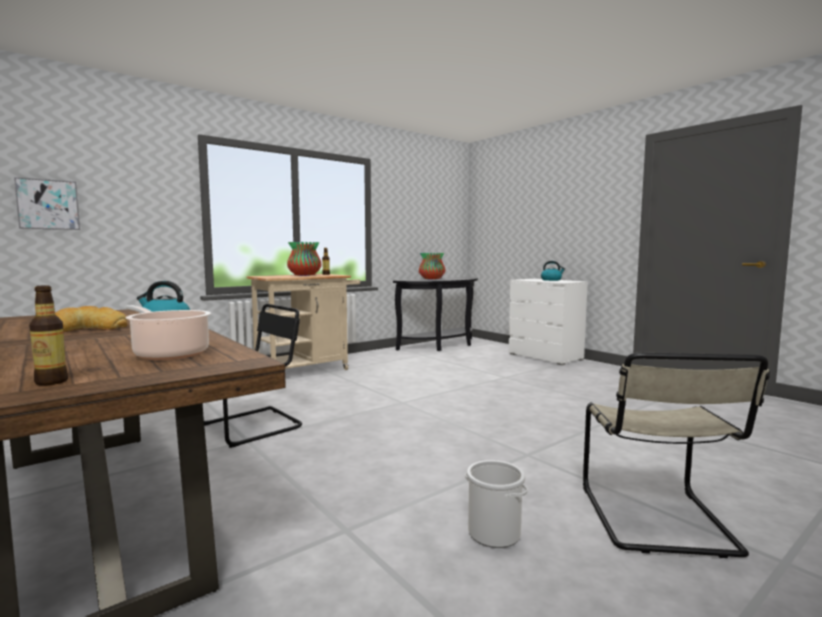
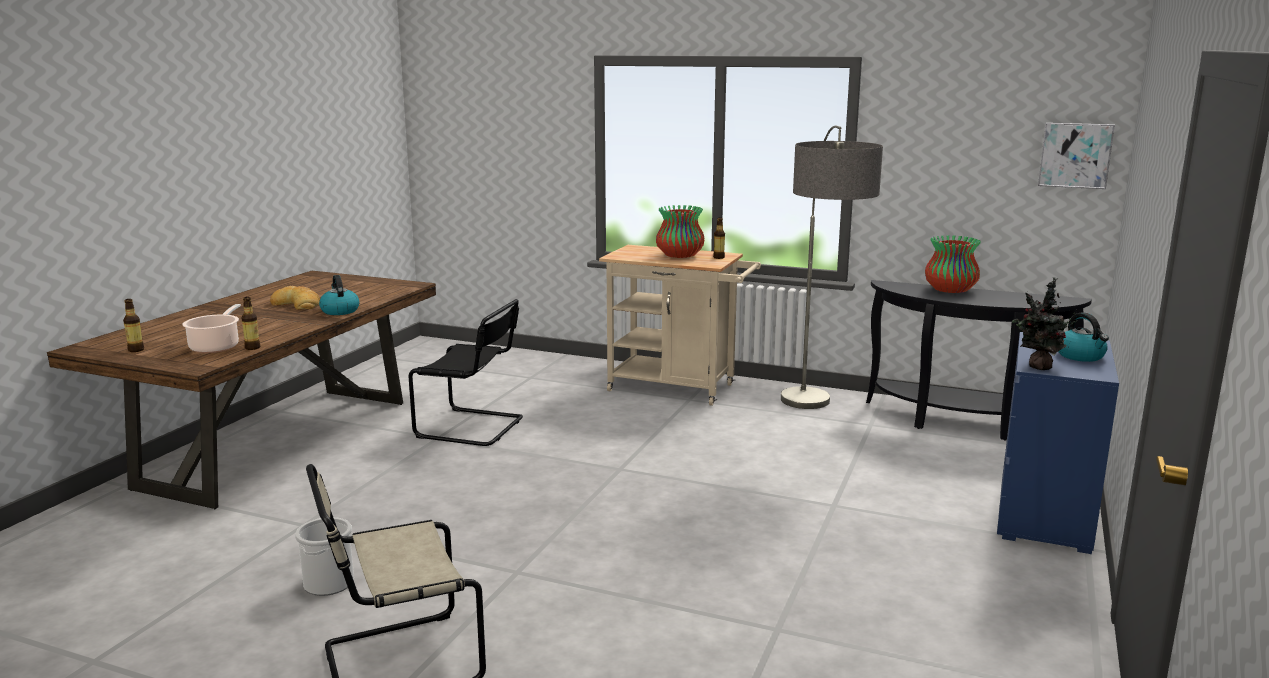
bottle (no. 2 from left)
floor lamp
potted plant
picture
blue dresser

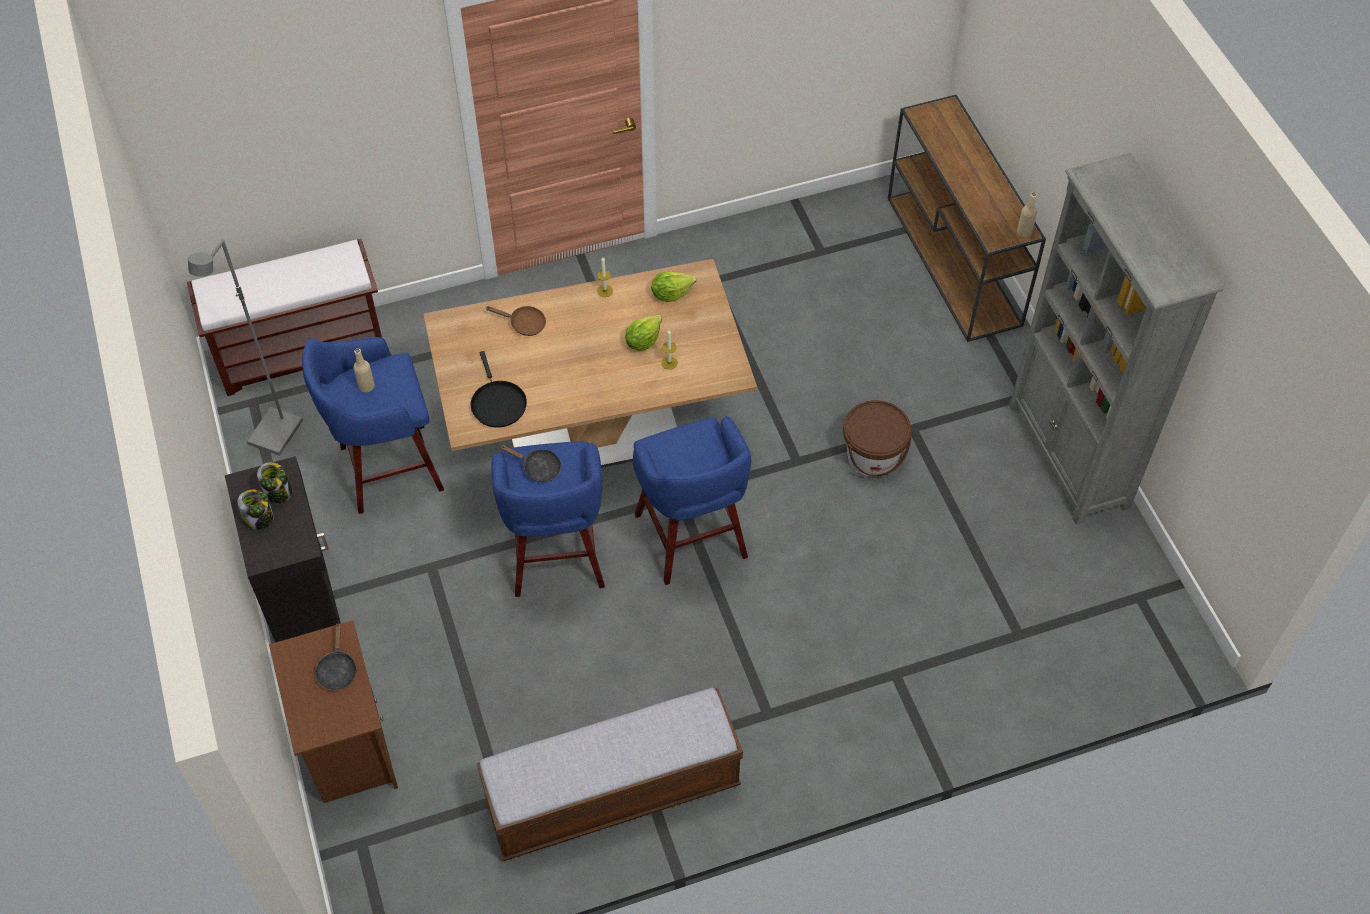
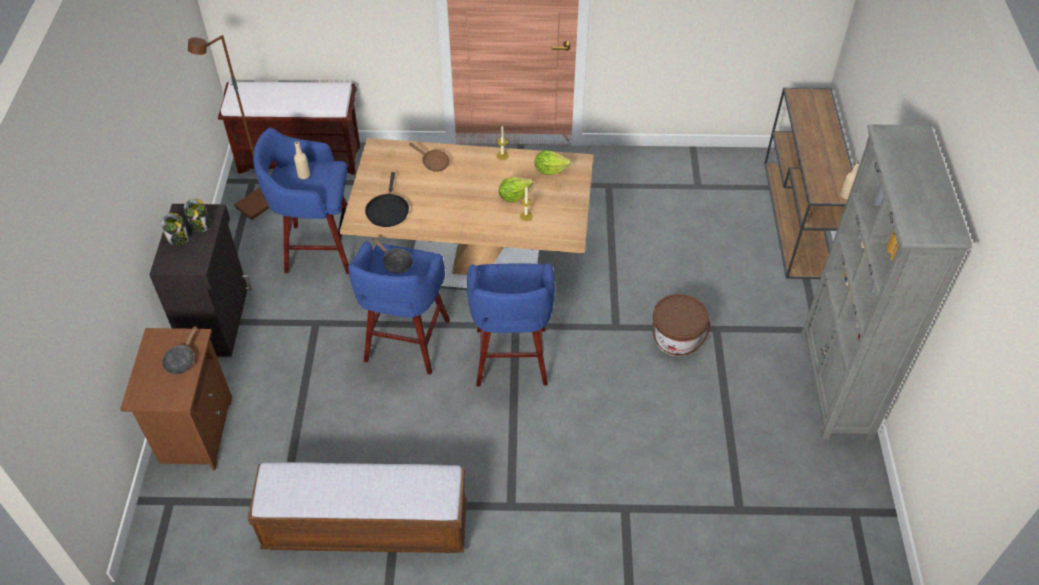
brown floor lamp

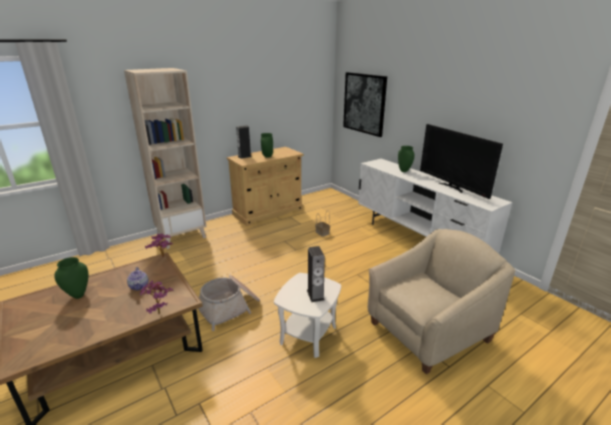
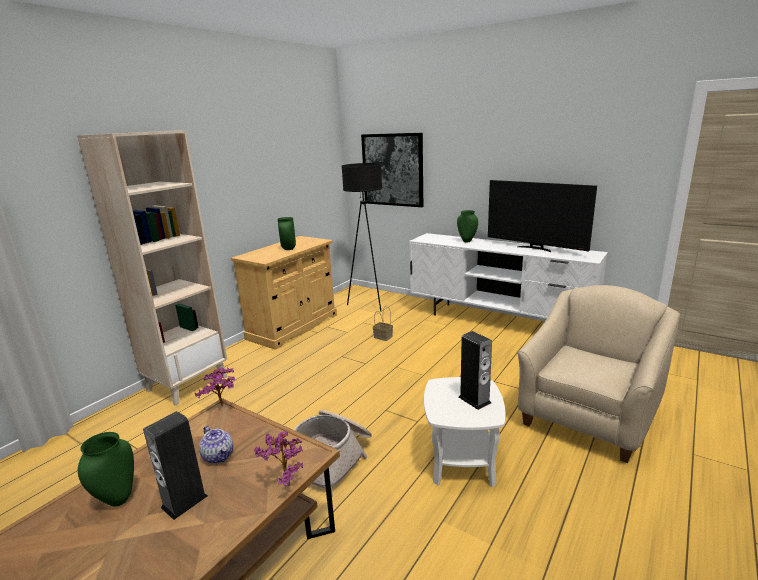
black floor lamp
speaker (no. 1 from left)

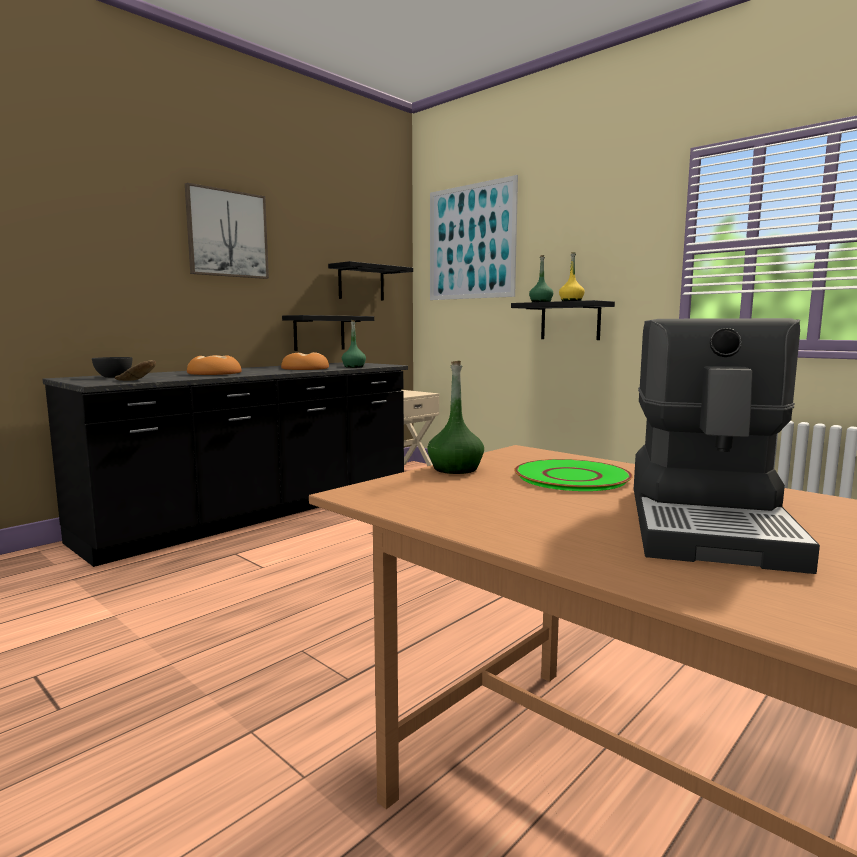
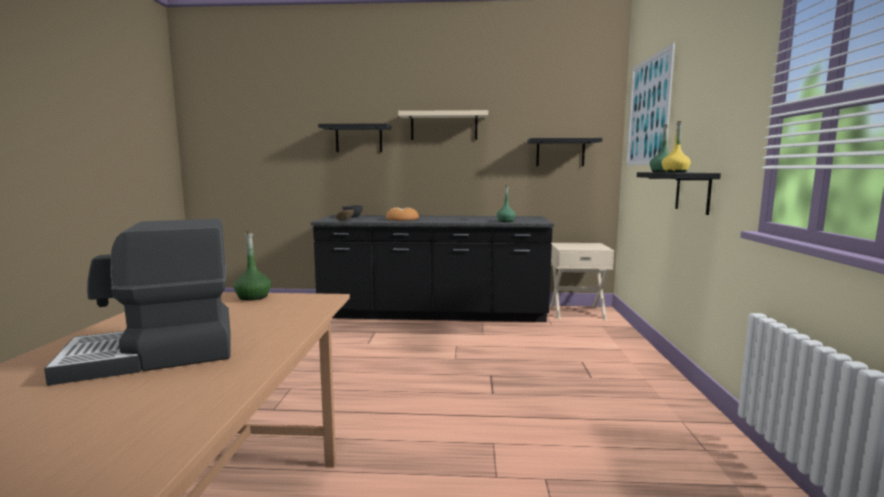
bread (no. 2 from left in the first image)
green plate
black shelf (no. 1 from left)
beige shelf

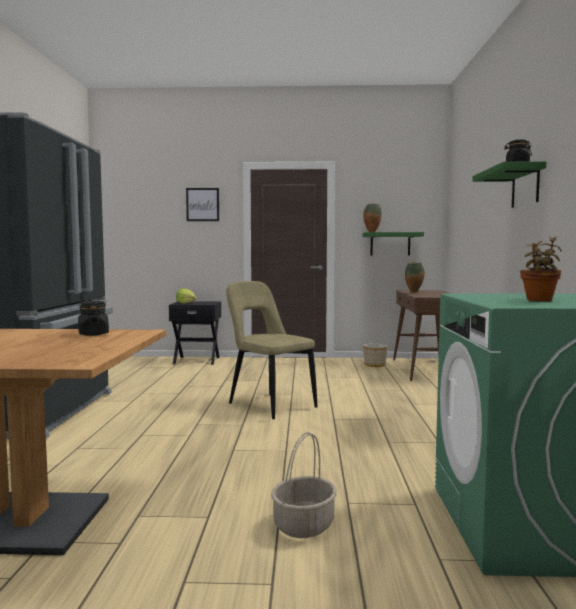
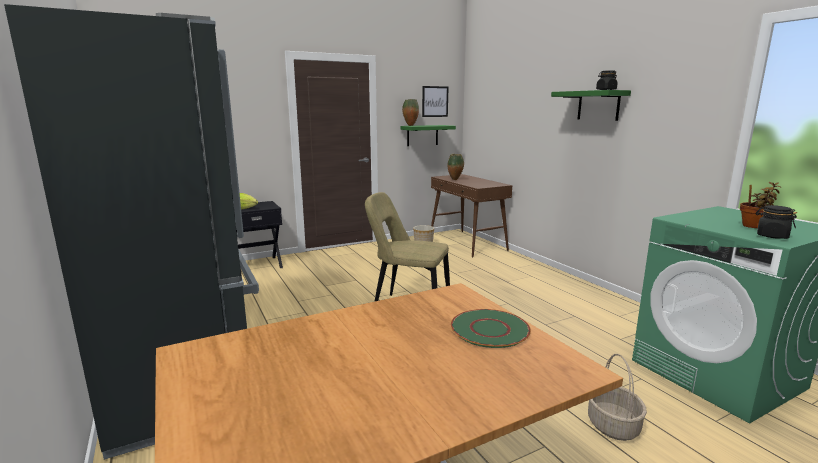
green plate
black jar (no. 2 from left)
picture

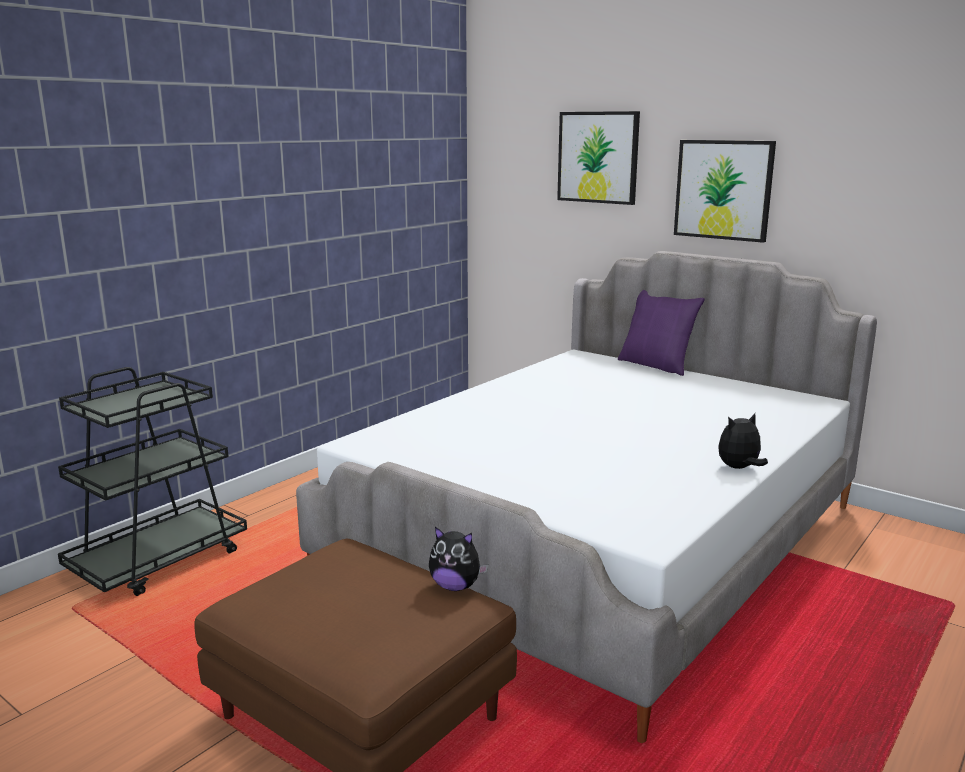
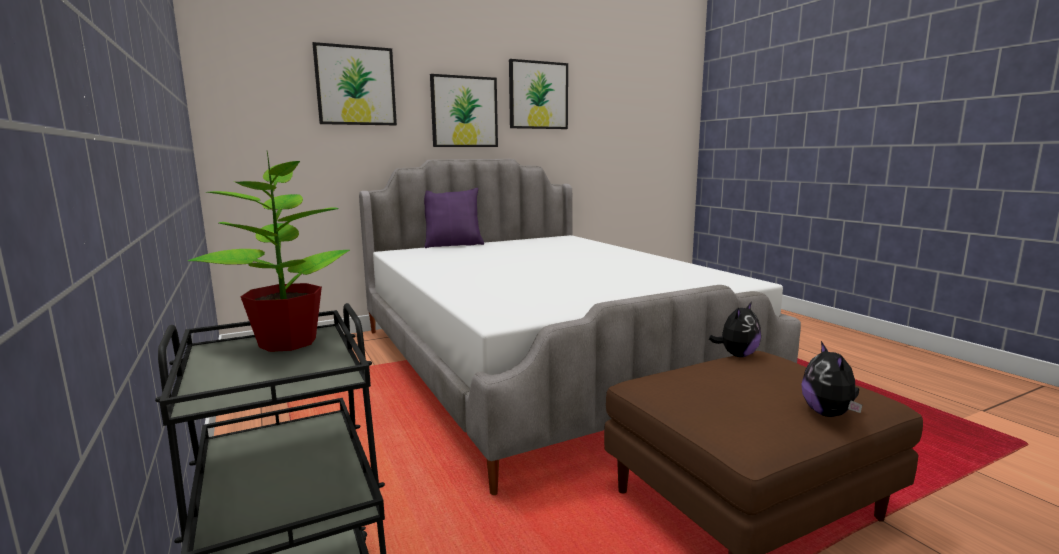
potted plant
picture (no. 3 from left)
plush toy (no. 2 from left)

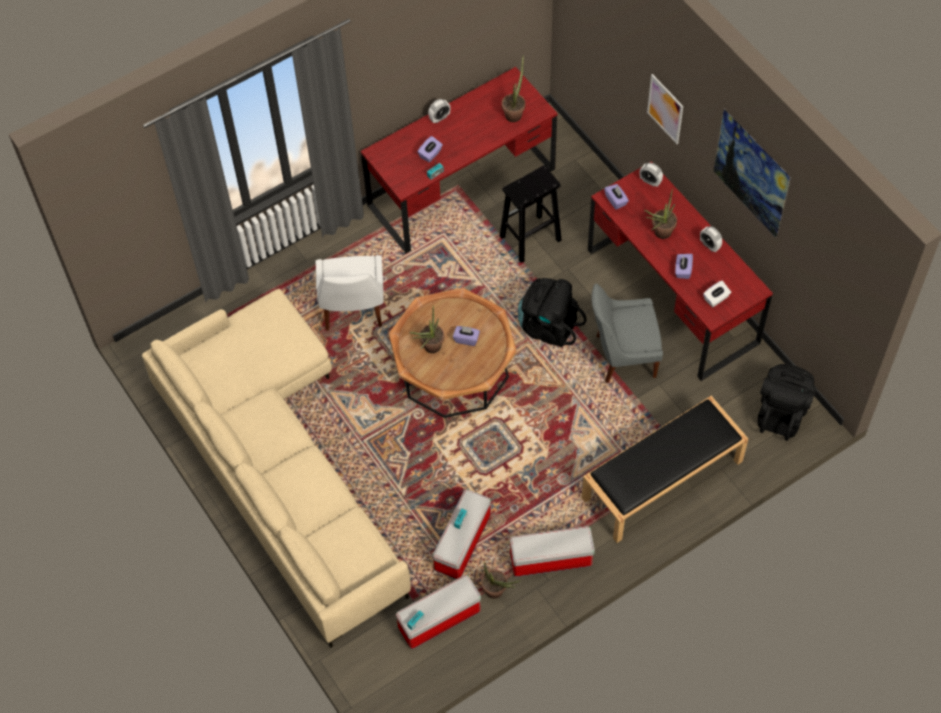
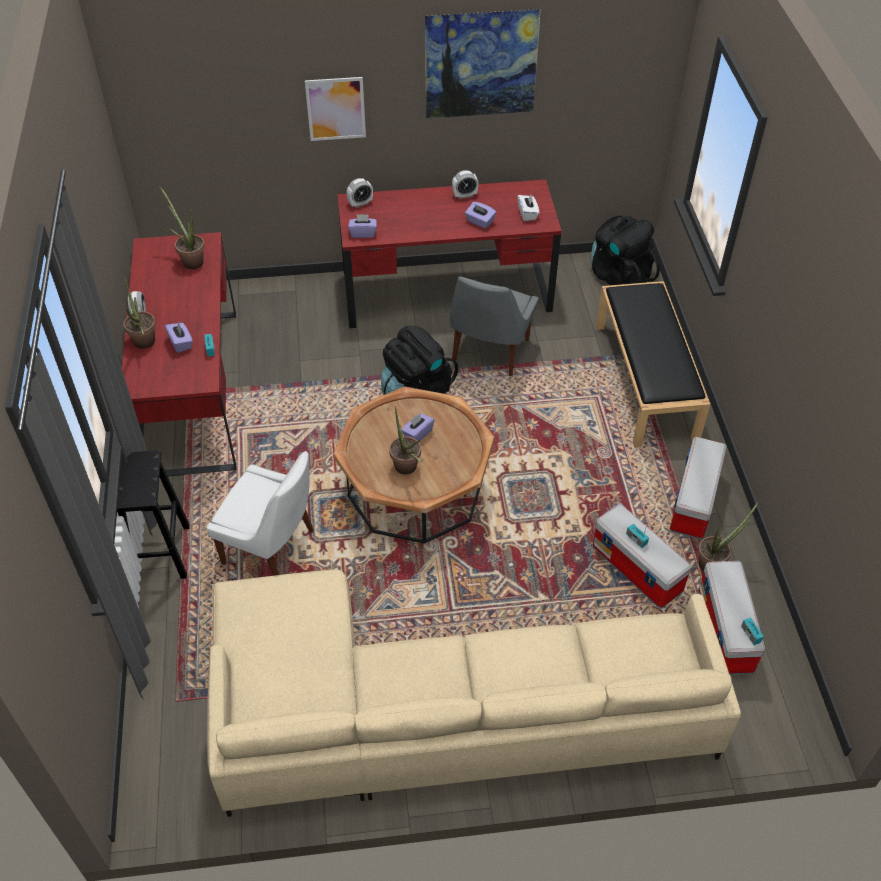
black stool
potted plant (no. 1 from left)

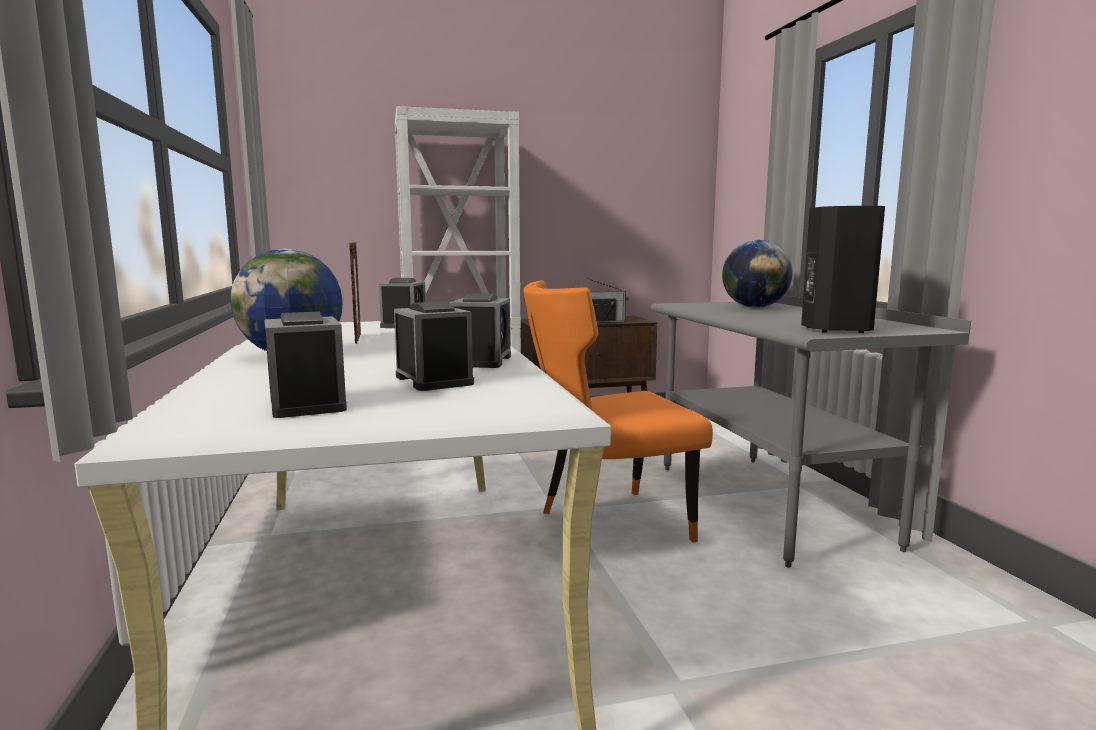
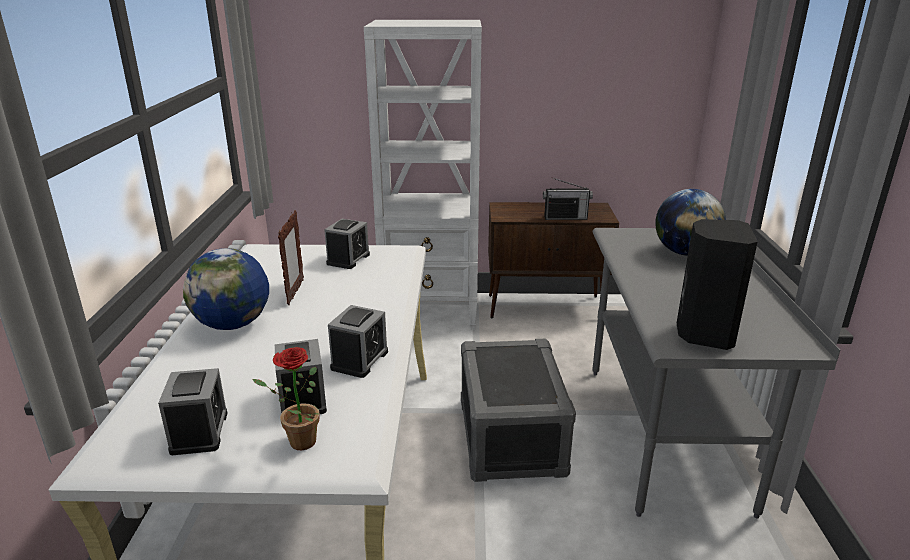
potted plant
grey storage box

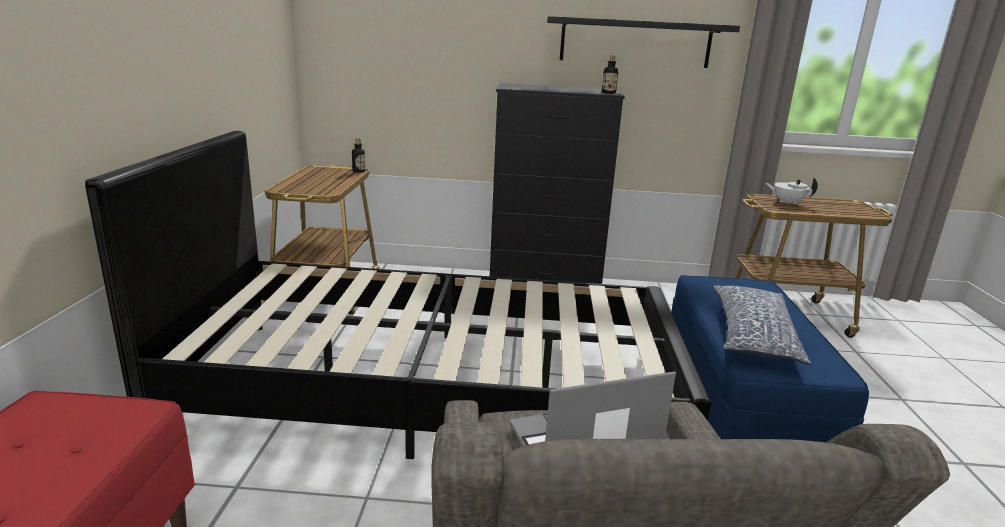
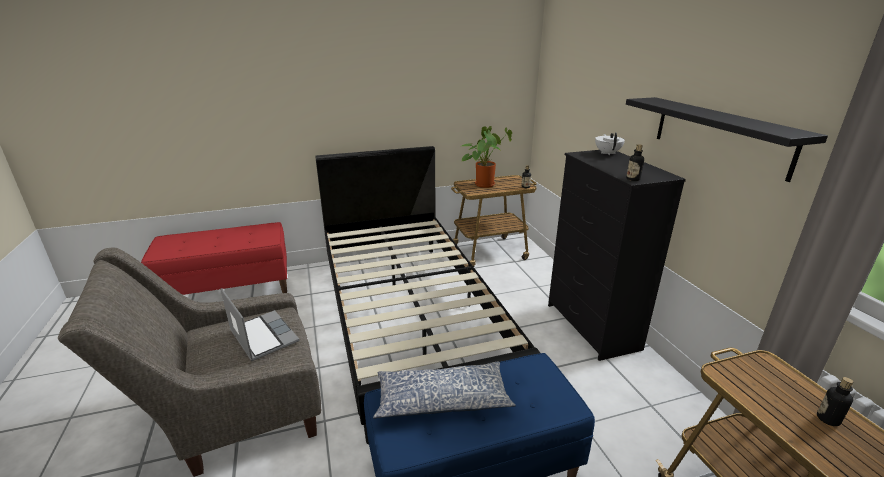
potted plant
bottle (no. 3 from left)
white teapot

